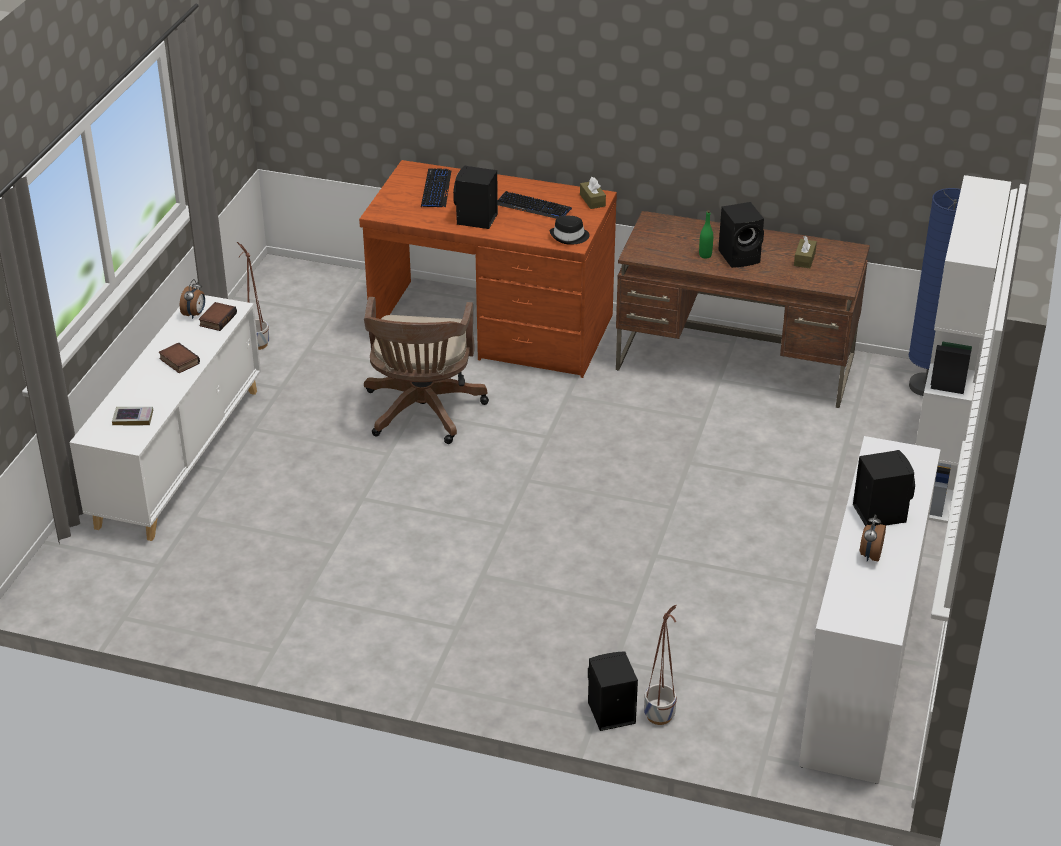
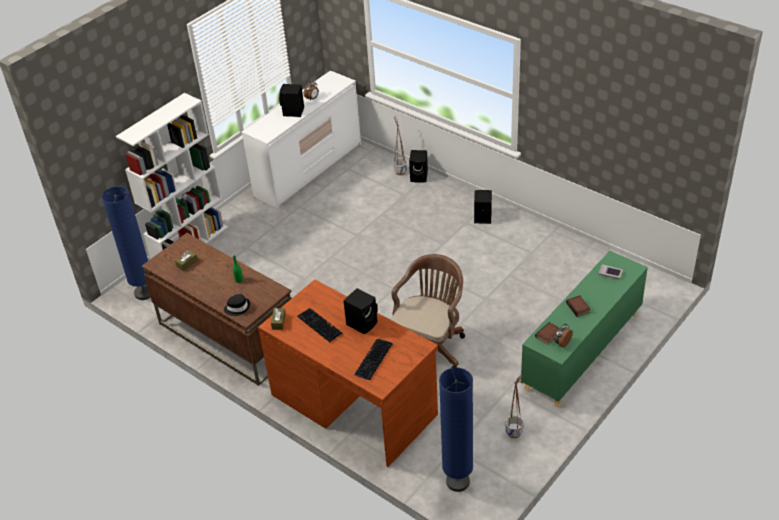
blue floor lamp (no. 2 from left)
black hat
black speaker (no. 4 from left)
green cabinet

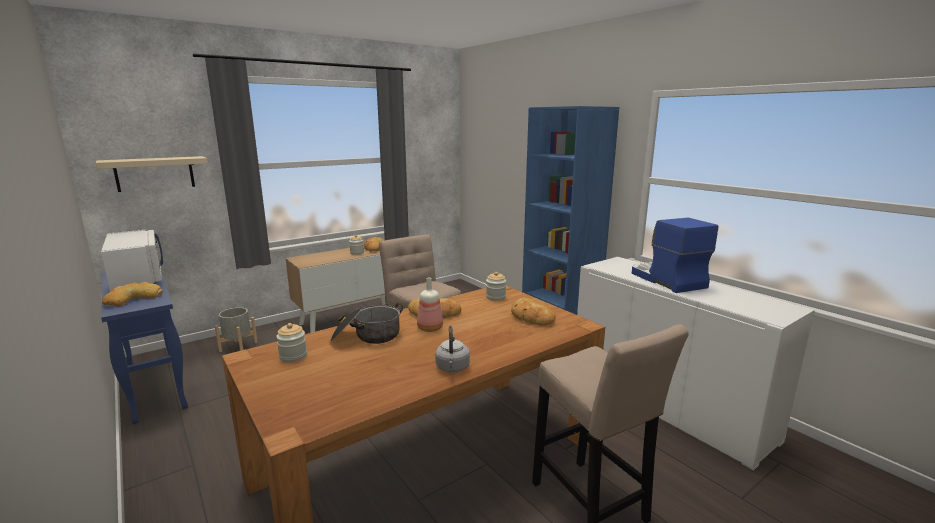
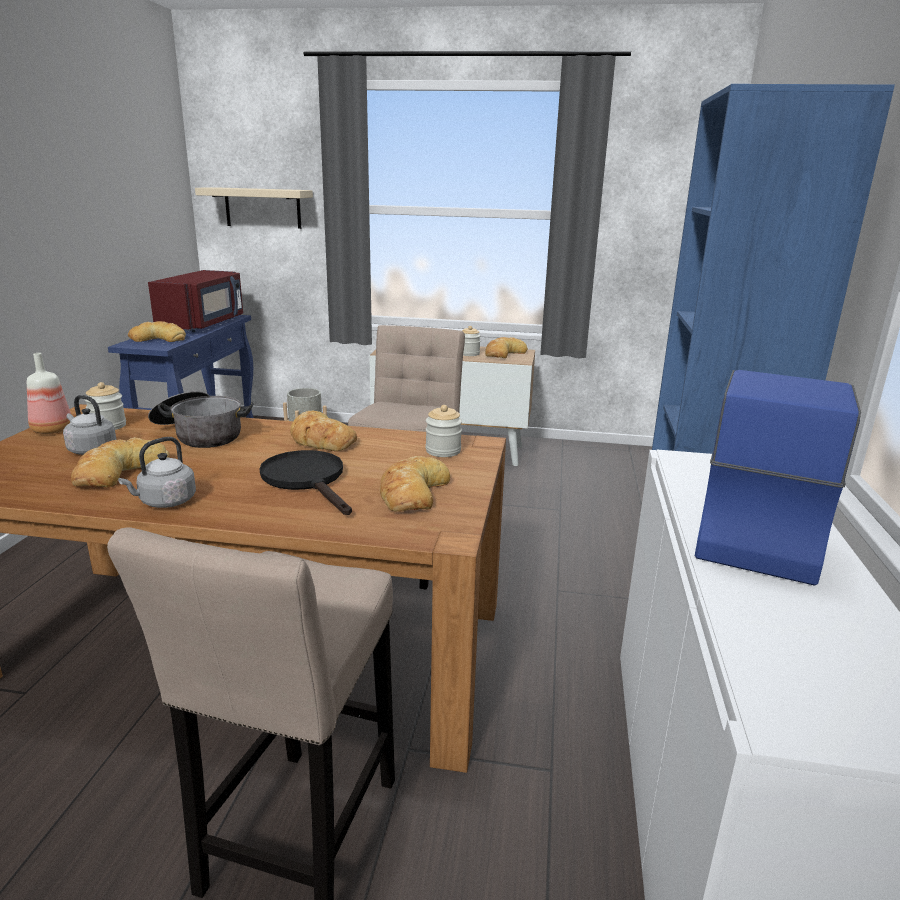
grey kettle (no. 1 from left)
bread (no. 1 from left)
black frying pan
bottle
red microwave

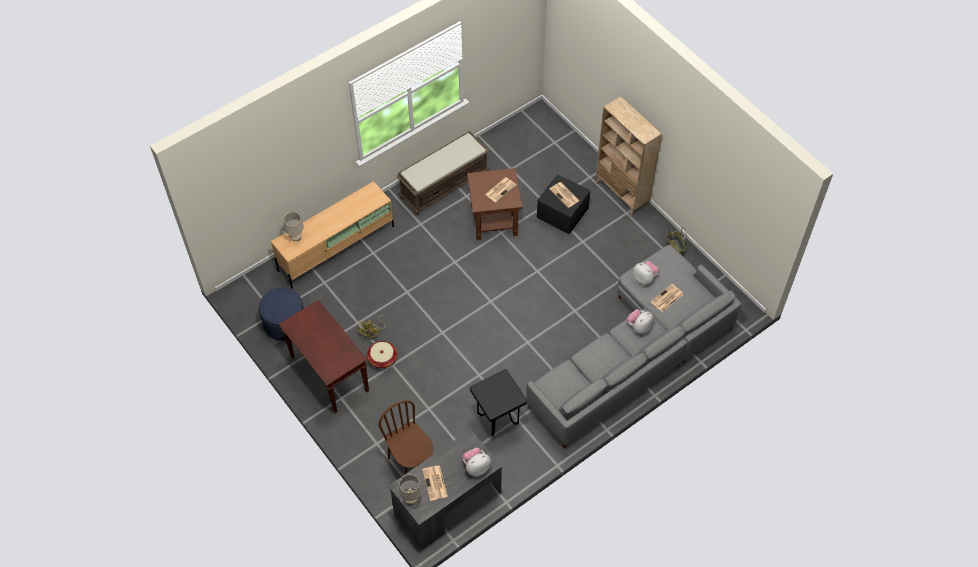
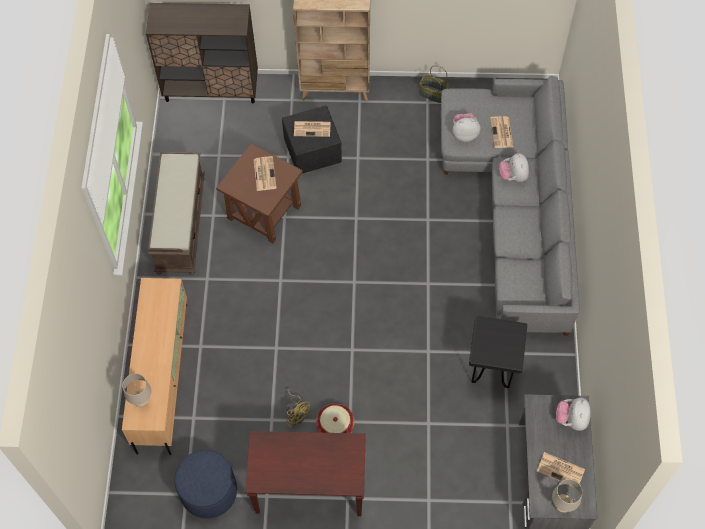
brown chair
brown cabinet

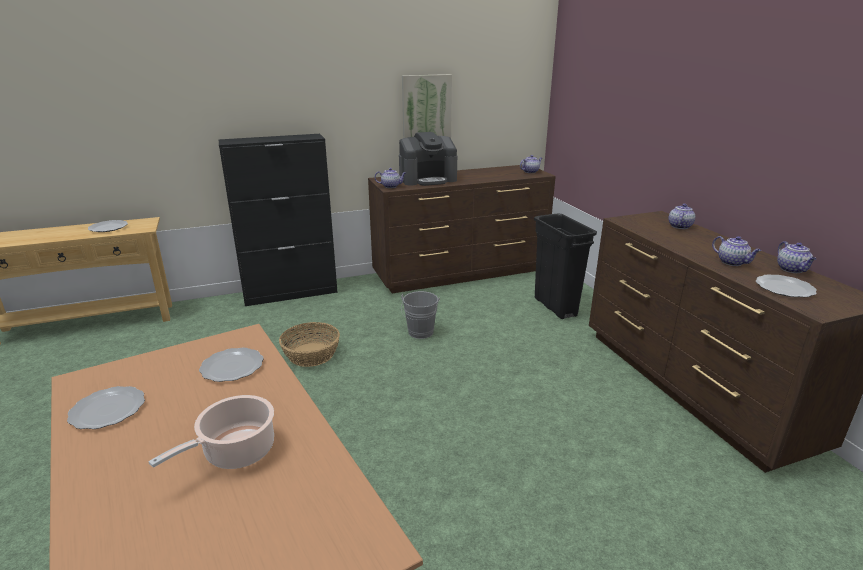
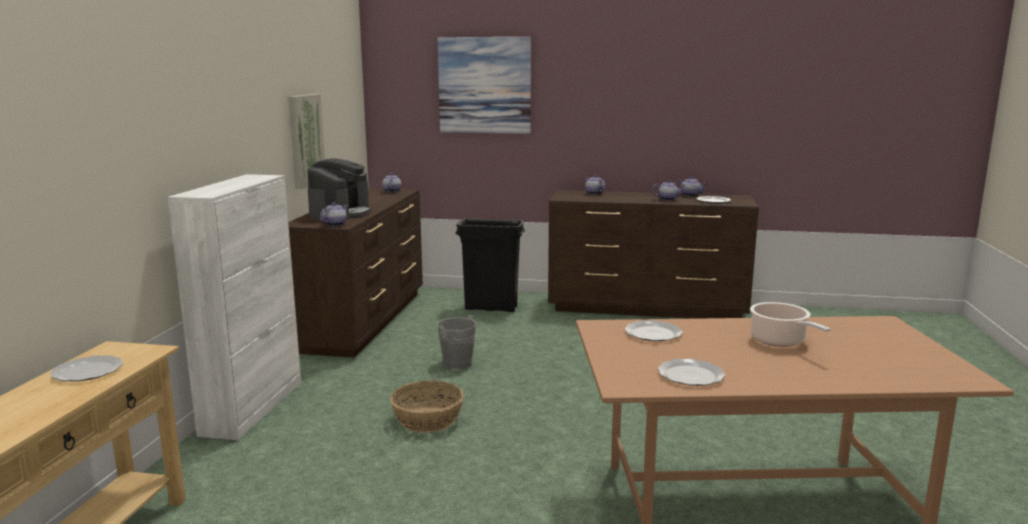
picture (no. 2 from left)
white cabinet

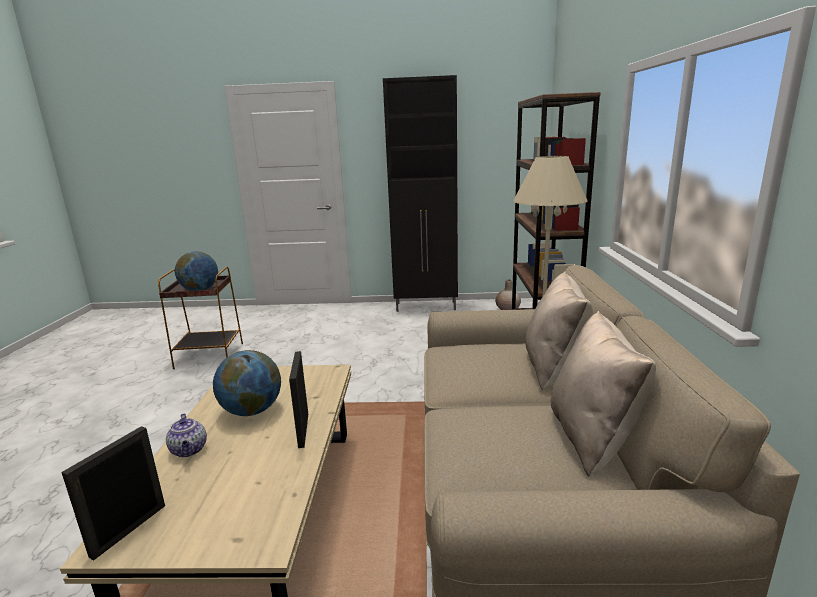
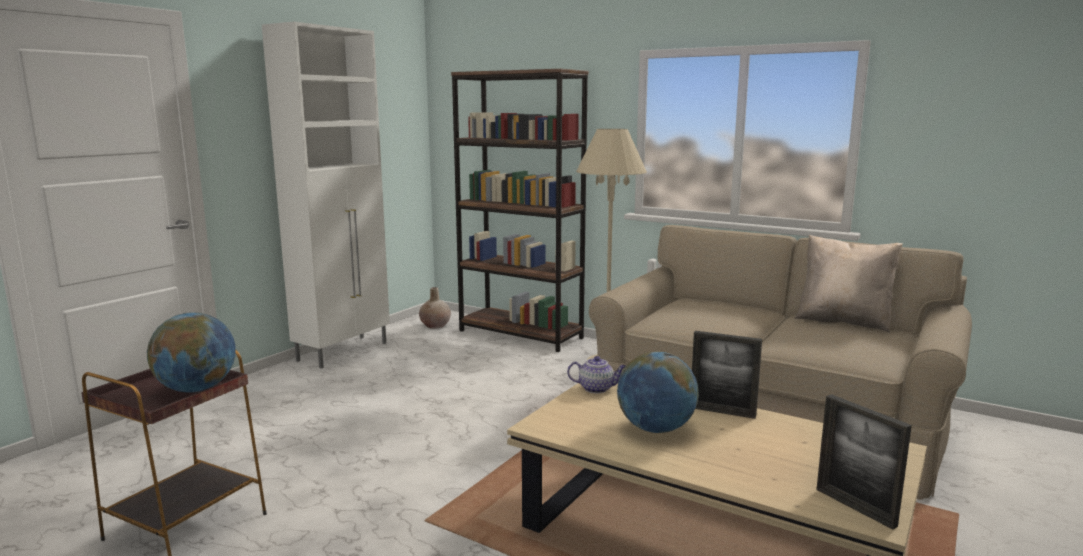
beige pillow (no. 1 from left in the first image)
teapot
white cabinet

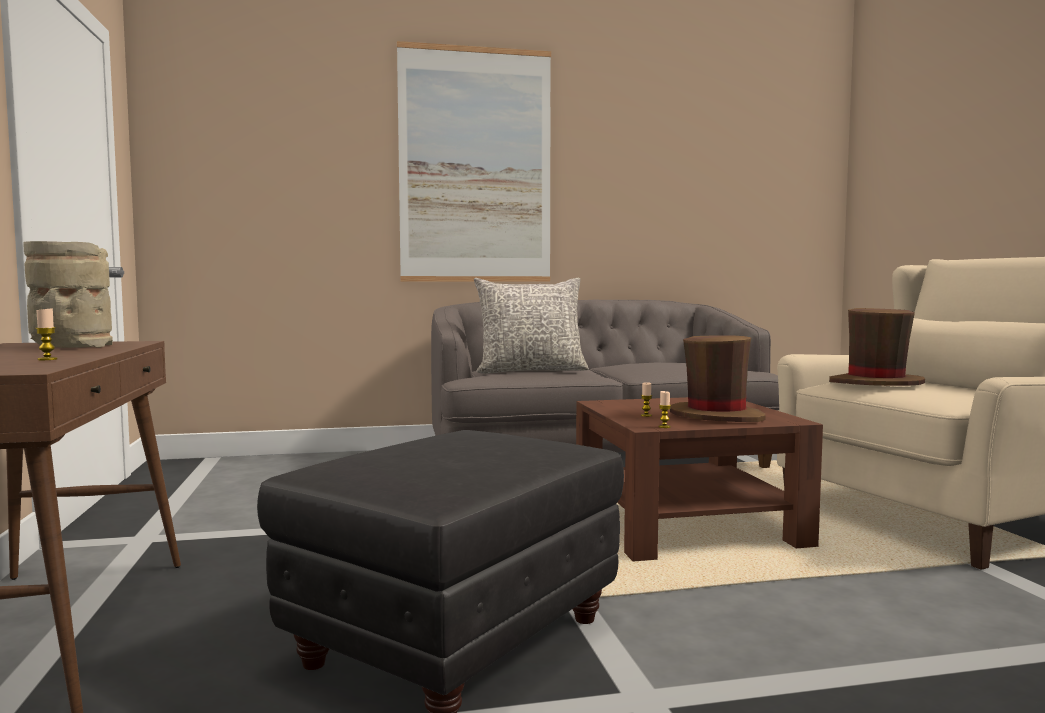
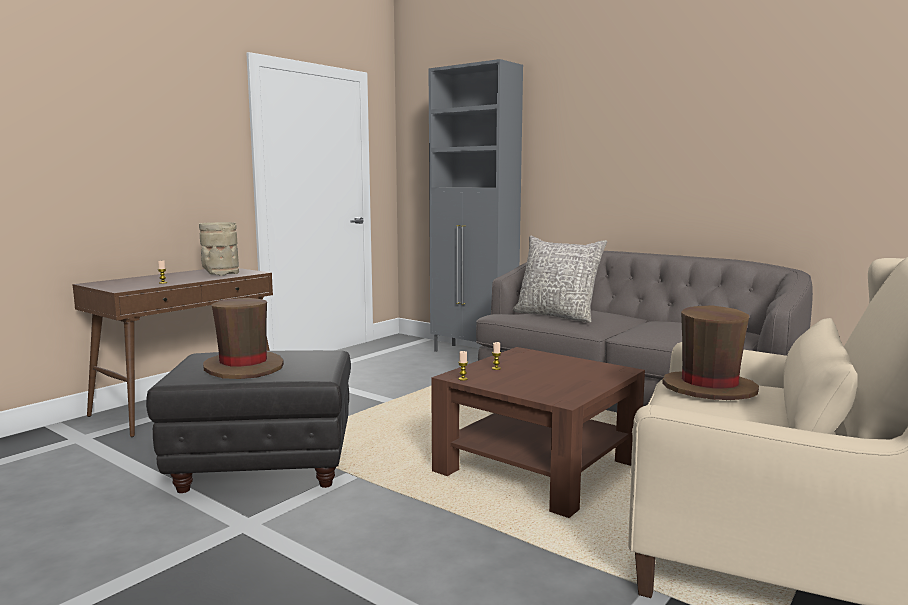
picture
grey cabinet
brown hat (no. 1 from left)

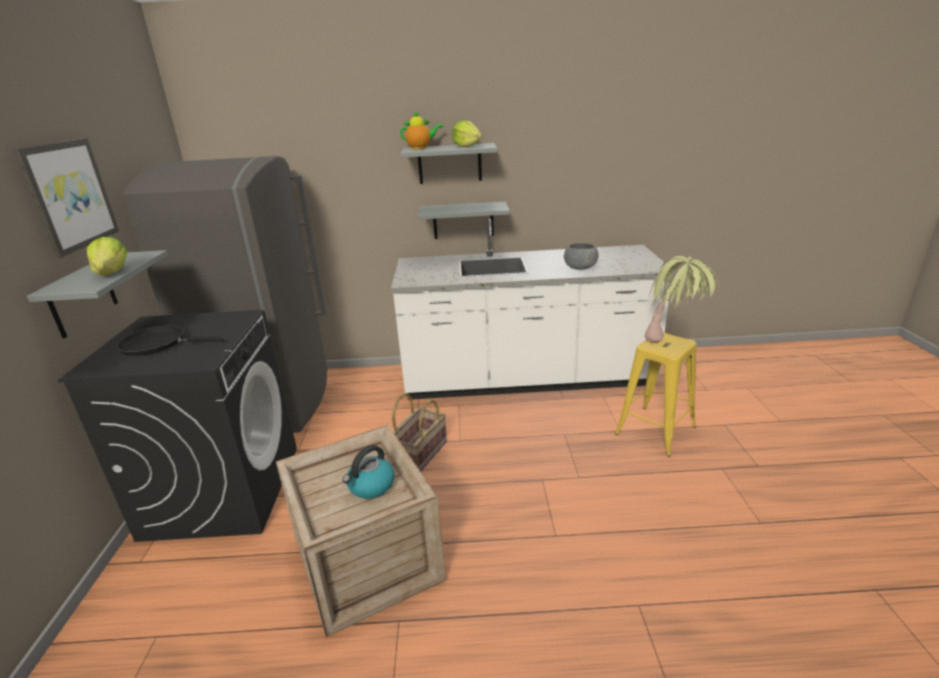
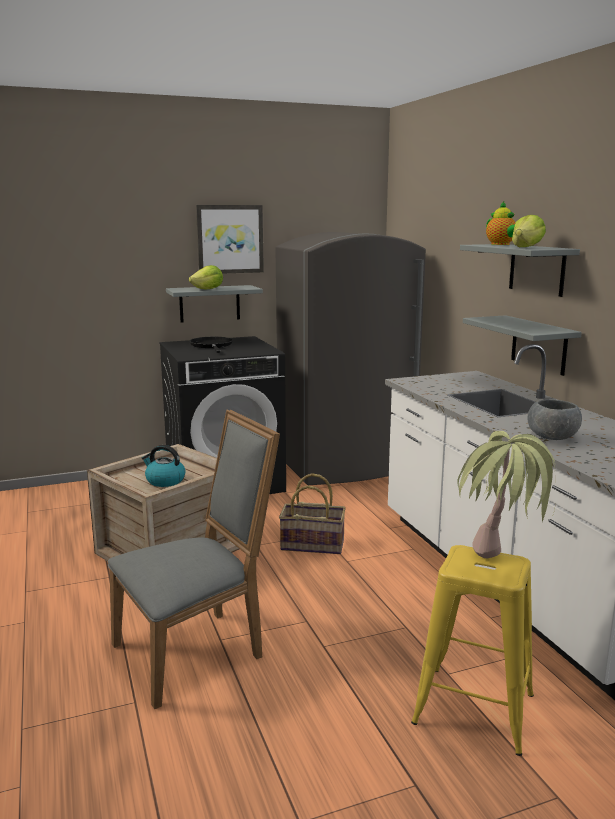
grey chair

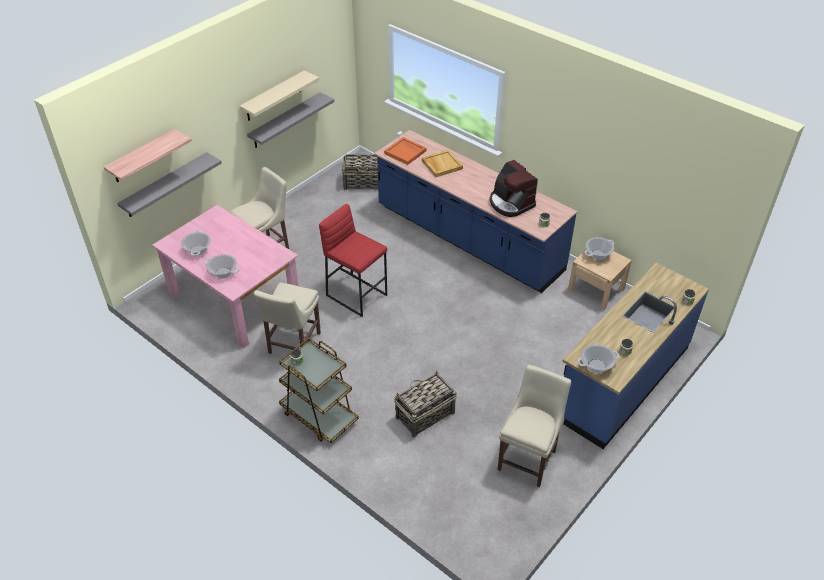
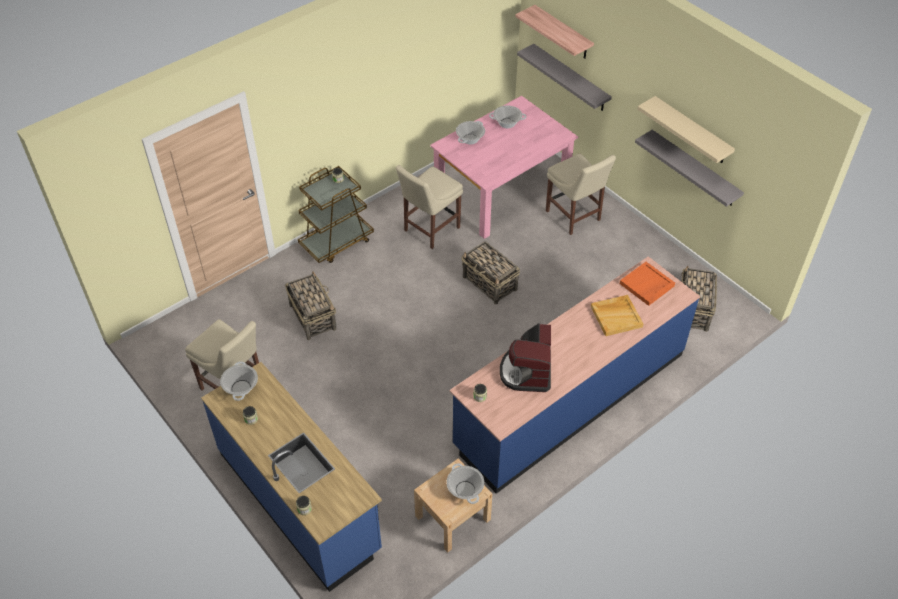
basket (no. 2 from left)
beige chair (no. 2 from left)
coffee machine

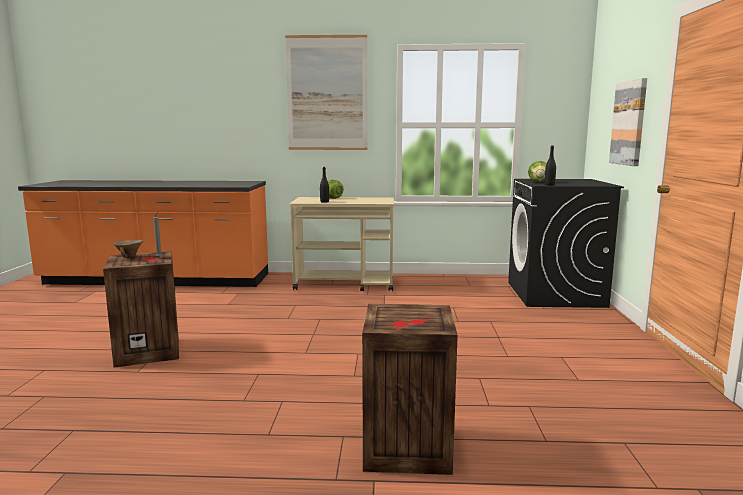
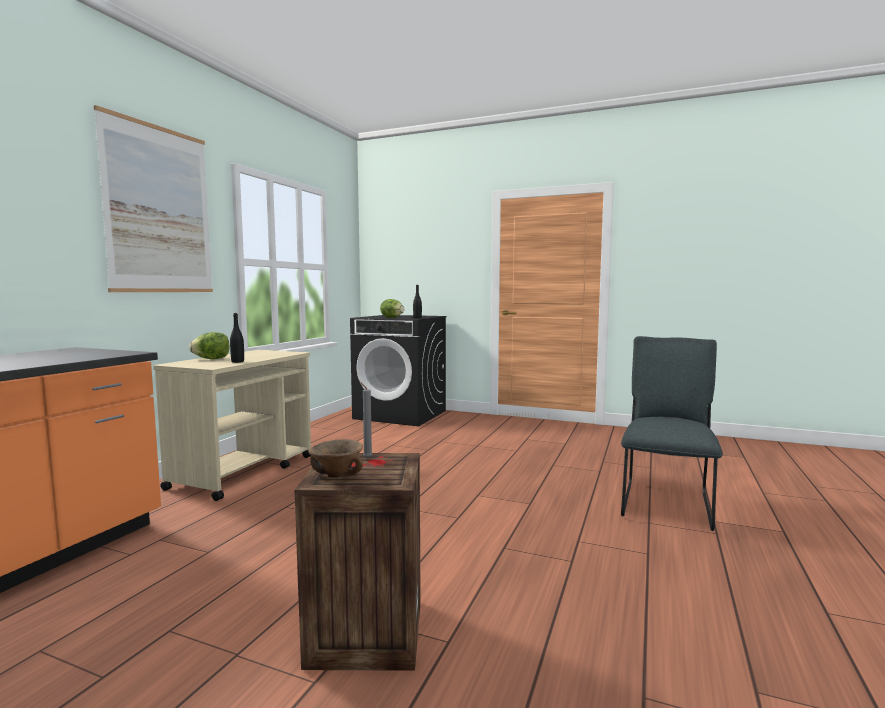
picture (no. 2 from left in the first image)
grey chair

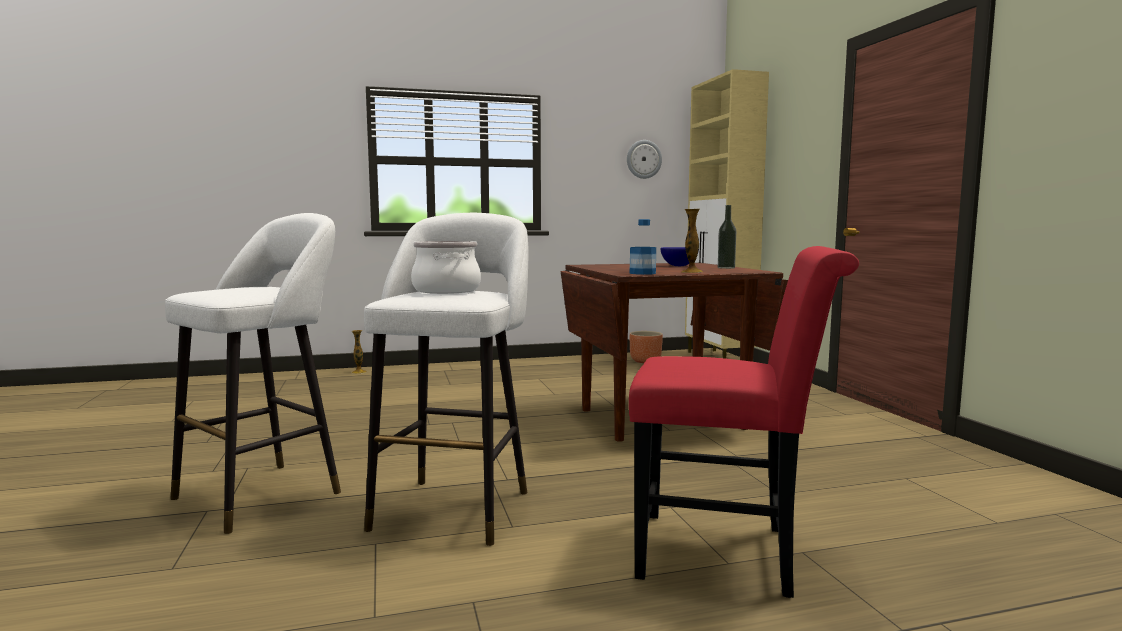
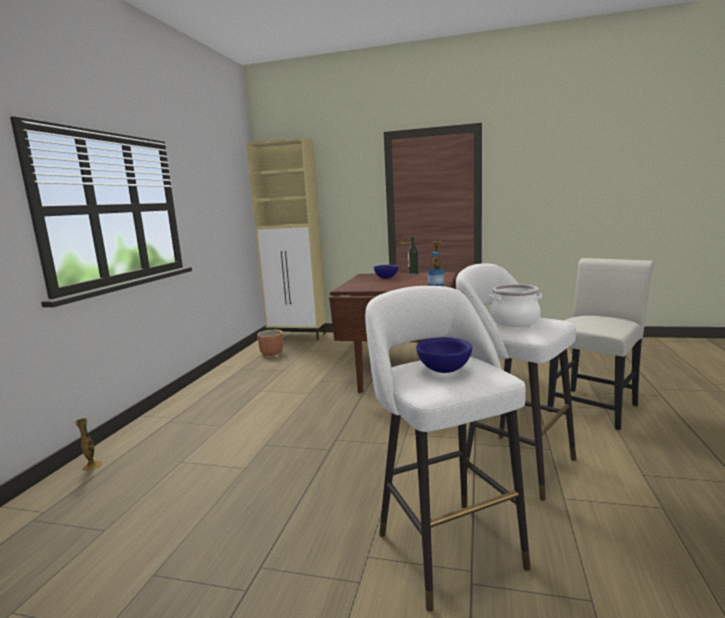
wall clock
blue bowl (no. 2 from left)
white chair

